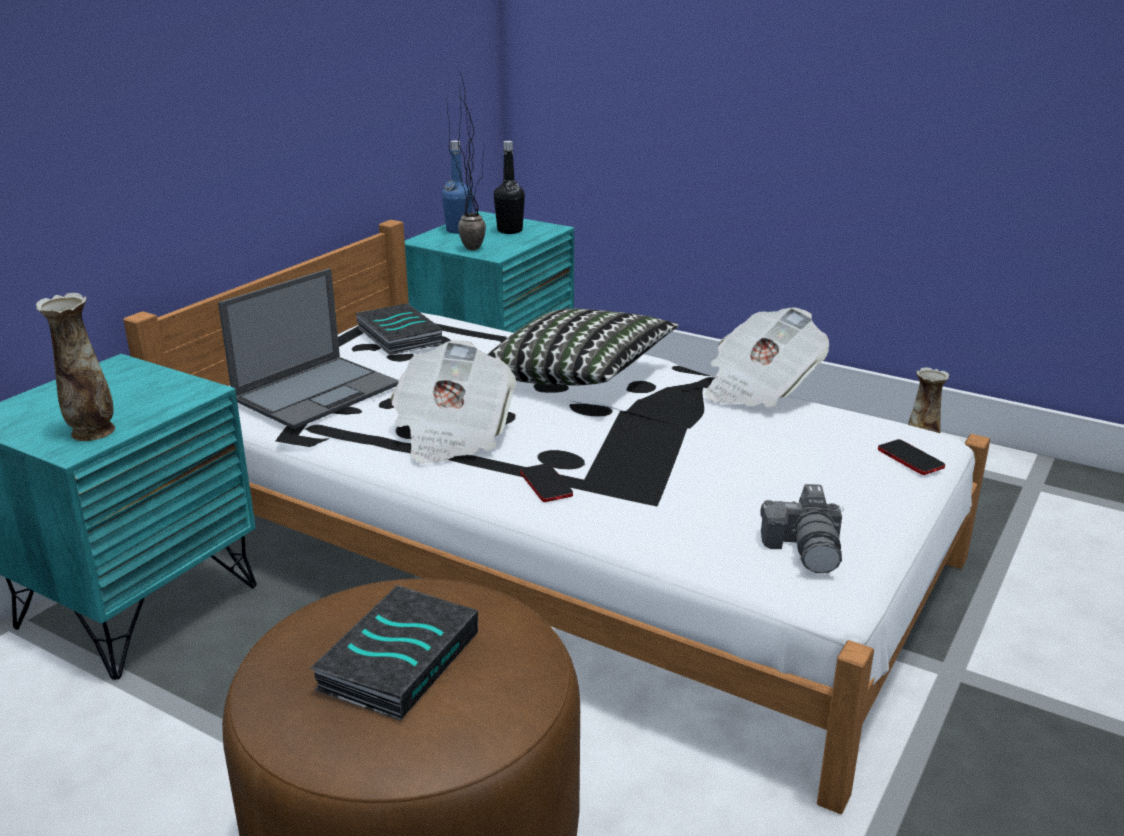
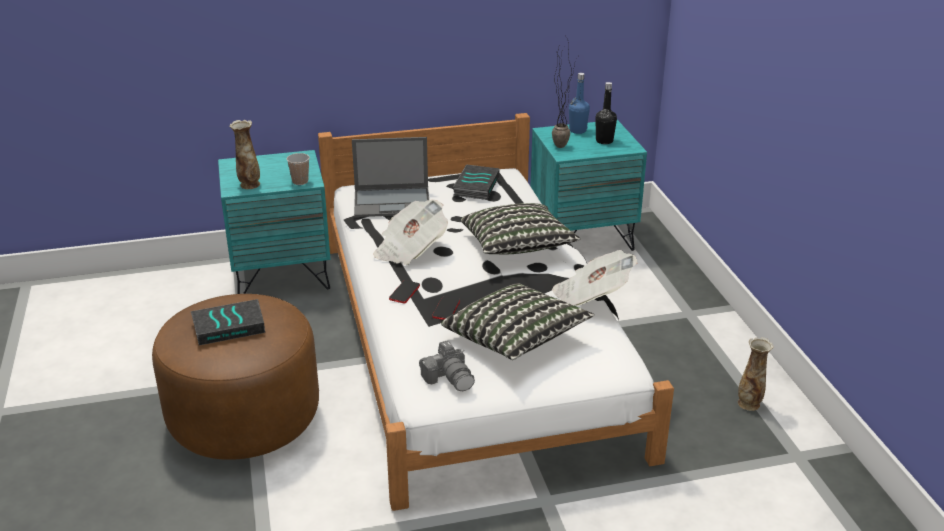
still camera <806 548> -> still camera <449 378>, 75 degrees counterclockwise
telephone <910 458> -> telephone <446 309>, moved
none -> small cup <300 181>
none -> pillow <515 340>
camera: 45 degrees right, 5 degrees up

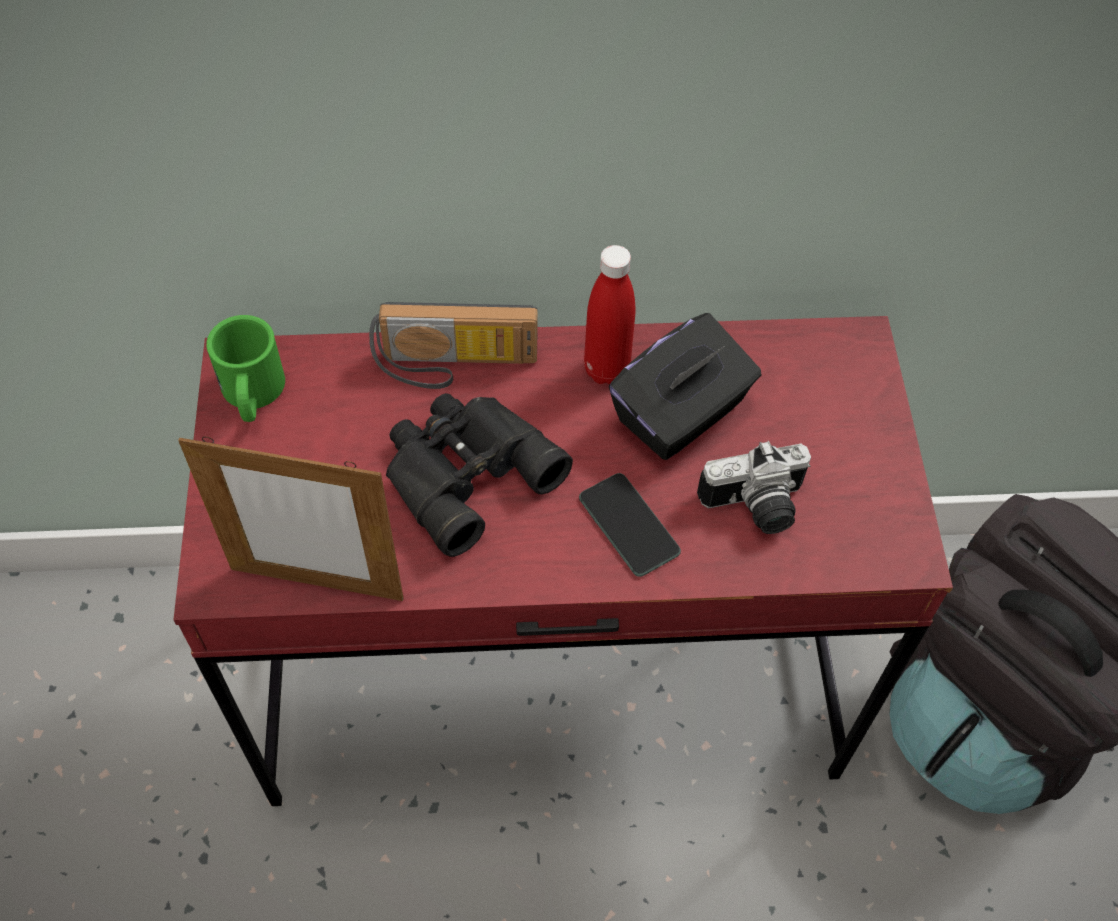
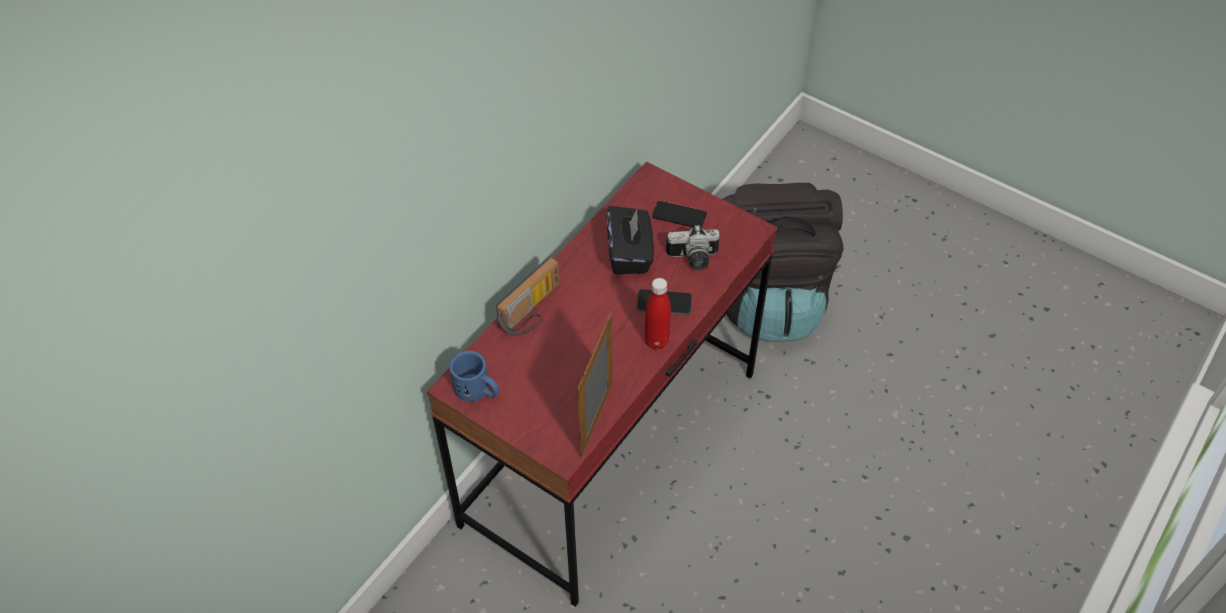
picture frame <317 583> -> picture frame <596 420>, 150 degrees clockwise
green coffee mug <252 395> -> bluish coffee mug <478 390>
blackish pair of binoculars <464 471> -> none
red-coloured bottle <606 370> -> red-coloured bottle <656 341>, moved
still camera <756 508> -> still camera <693 259>, 60 degrees clockwise
none -> telephone <679 215>
camera: 50 degrees left, 5 degrees down

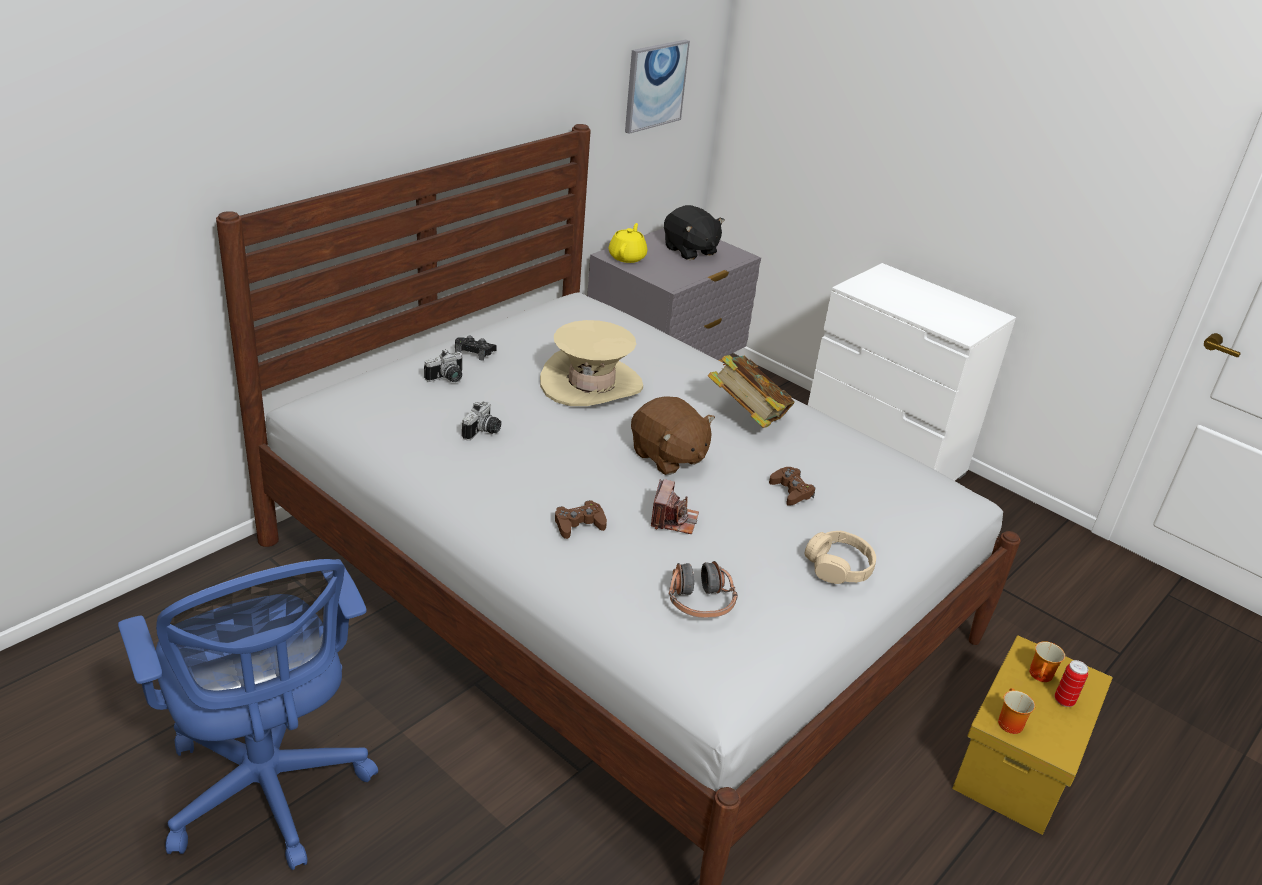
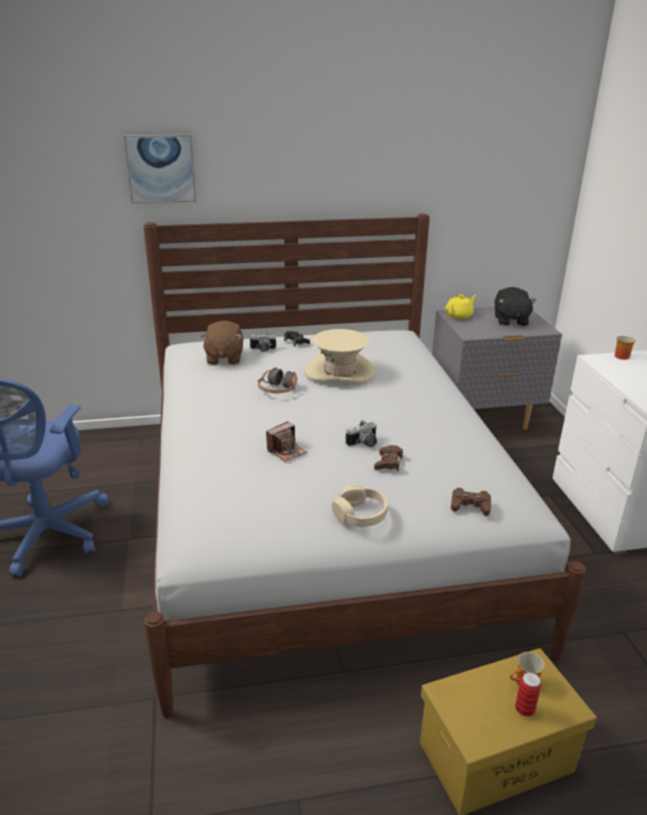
still camera <483 432> -> still camera <364 444>, moved
brownish game controller <579 524> -> brownish game controller <470 506>, moved
wall picture <655 85> -> wall picture <161 169>, moved
brownish soft toy <668 457> -> brownish soft toy <224 358>, moved
pair of headphones <700 602> -> pair of headphones <277 390>, moved
book <747 417> -> none
coffee mug <1007 722> -> coffee mug <621 355>, moved
camera: 40 degrees right, 5 degrees down

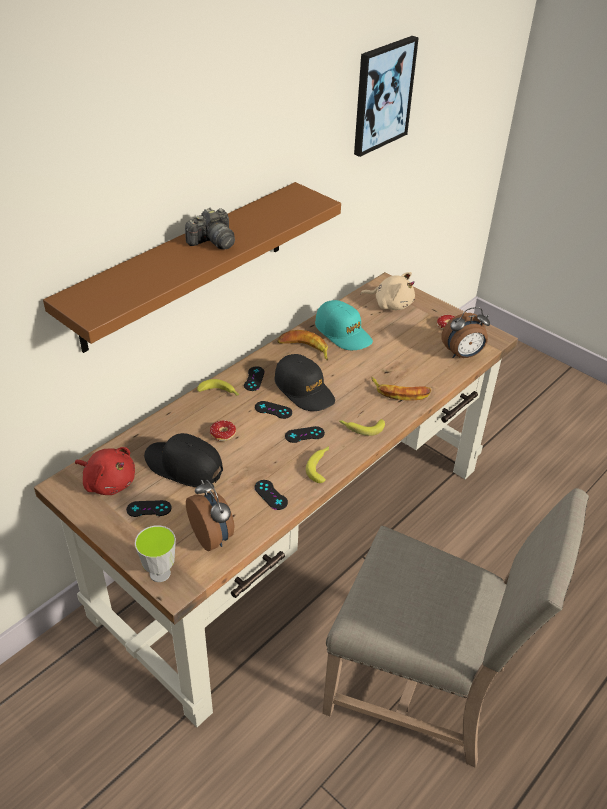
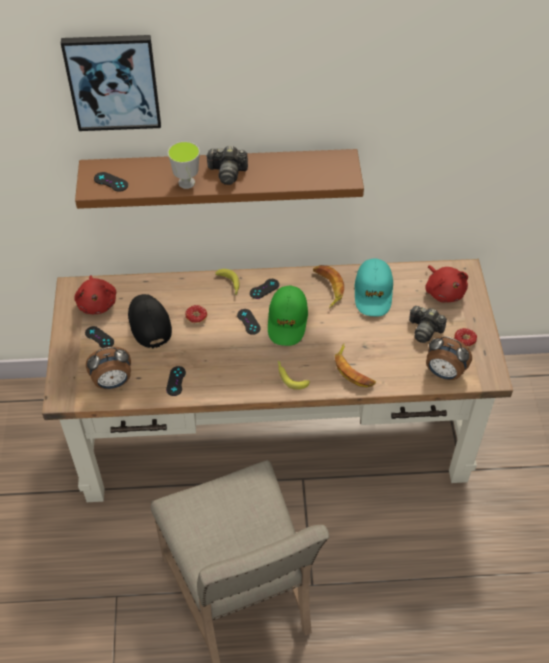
small cup <160 573> -> small cup <186 183>, moved
table clock <213 537> -> table clock <113 383>, 60 degrees clockwise
blackish baseball cap <304 390> -> green baseball cap <287 321>
blackish game controller <304 435> -> blackish game controller <111 182>, moved
banana fruit <320 466> -> none
wall picture <382 95> -> wall picture <113 82>, moved
beige soft toy <390 304> -> red-coloured soft toy <444 291>
none -> still camera <424 330>
camera: 45 degrees right, 10 degrees up

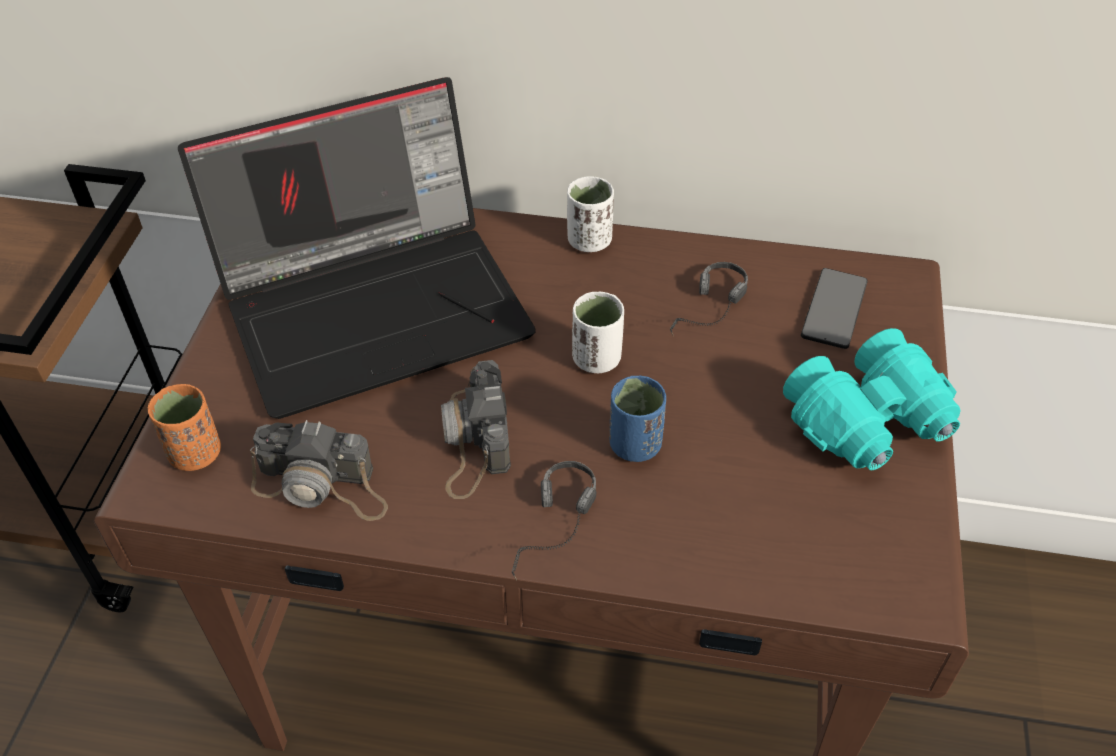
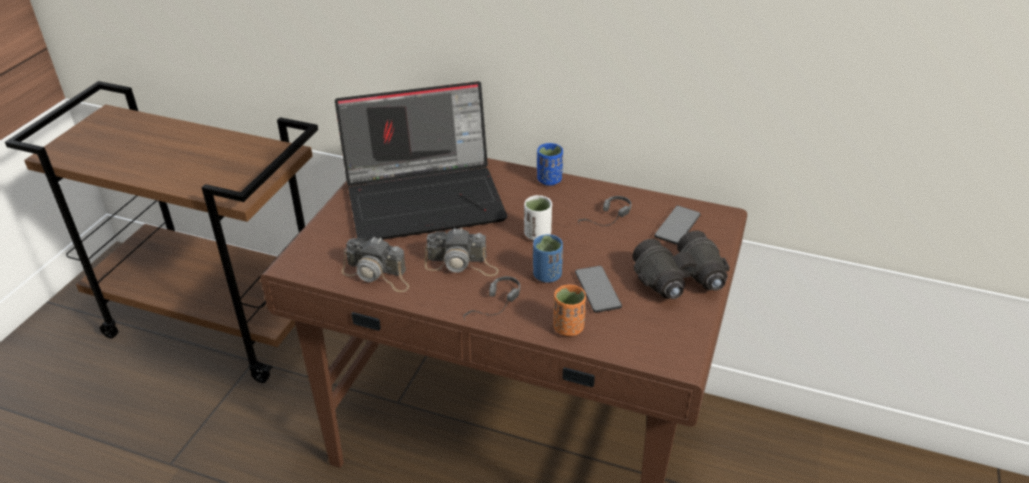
orange small cup <195 453> -> orange small cup <568 327>, moved
still camera <474 441> -> still camera <462 264>, 90 degrees counterclockwise
white-coloured small cup <589 241> -> bluish small cup <549 180>
blue-green pair of binoculars <871 423> -> blackish pair of binoculars <681 280>
none -> telephone <597 290>
camera: 10 degrees right, 10 degrees down

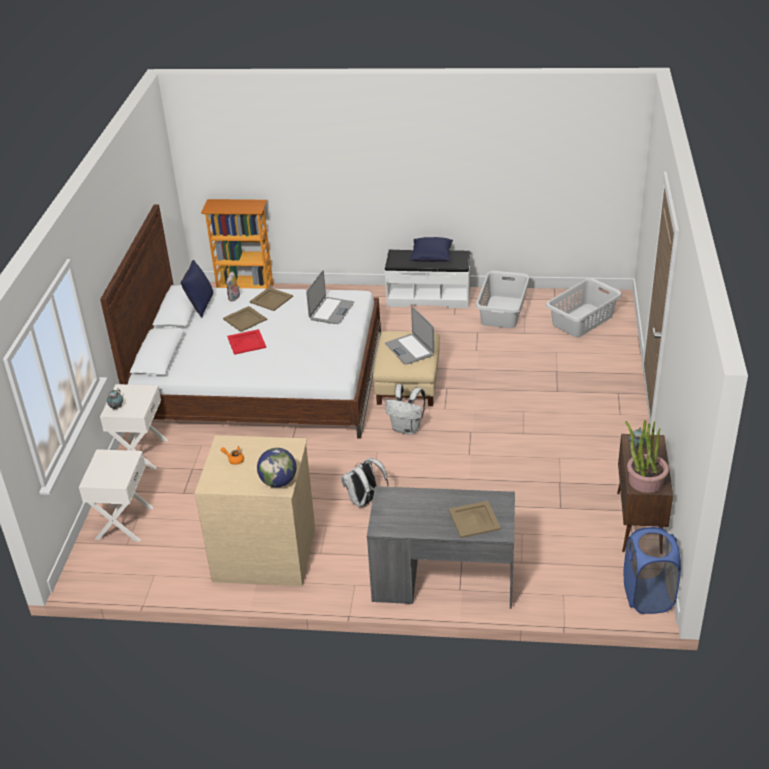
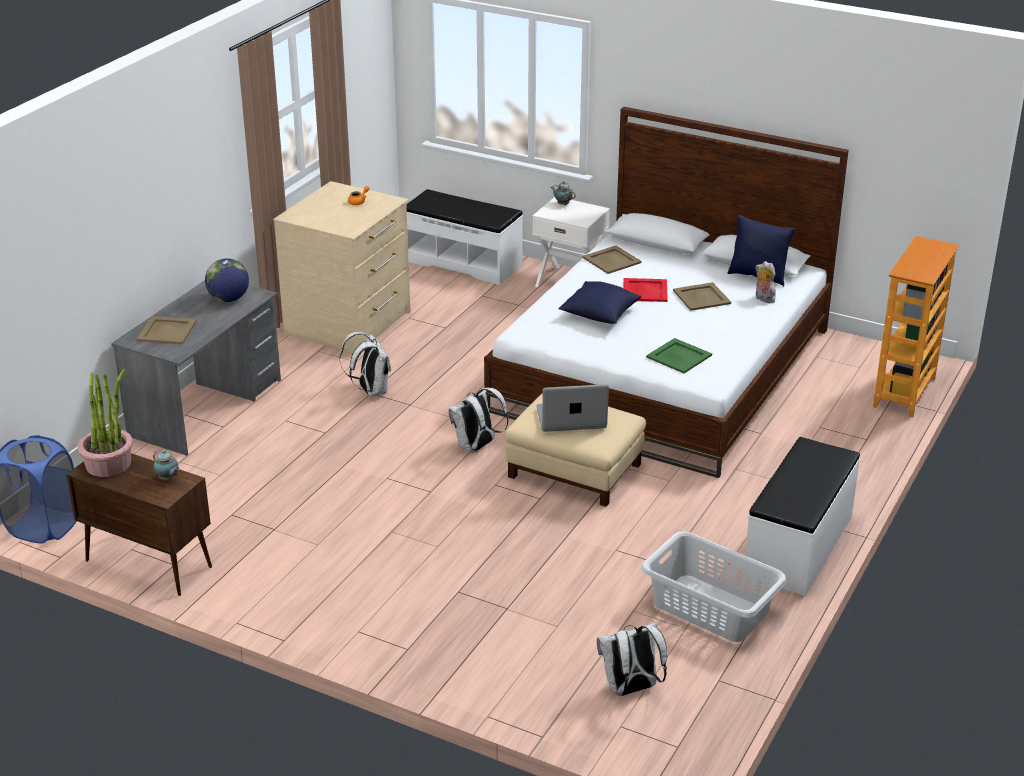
white-coloured nightstand <123 523> -> white-coloured long seat <463 262>
beige carrying tray <271 299> -> beige carrying tray <612 260>, moved
world globe <278 482> -> world globe <229 299>, moved
notebook computer <331 311> -> green carrying tray <679 356>
bluish pillow <432 257> -> bluish pillow <599 314>, moved
grey laundry basket <583 320> -> white-coloured backpack <630 689>
camera: 110 degrees right, 5 degrees down

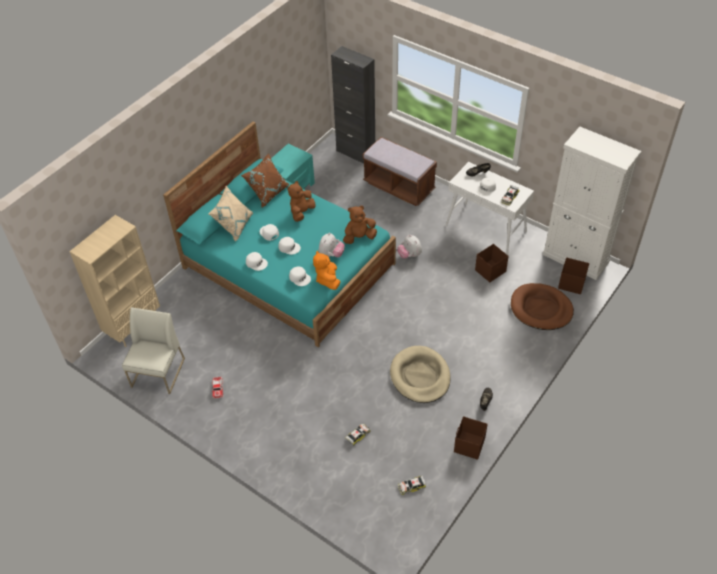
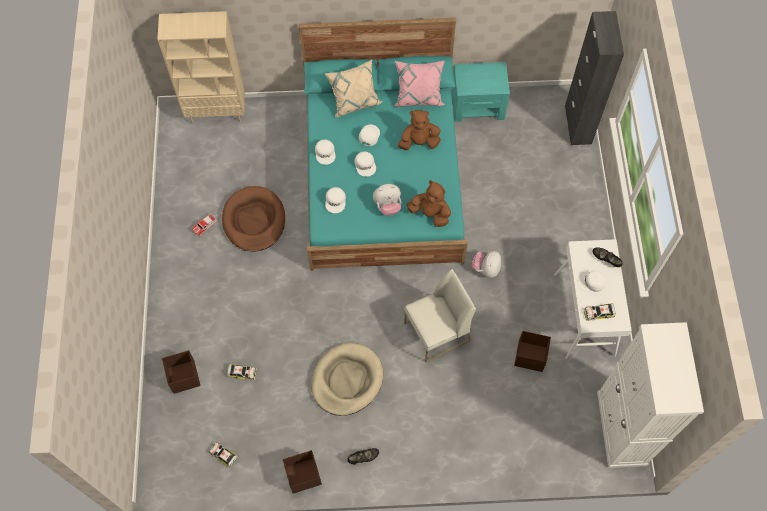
white-coloured upright chair <158 373> -> white-coloured upright chair <436 332>, moved
brownish pillow <268 192> -> pink-coloured pillow <419 96>
orange soft toy <327 279> -> none
brownish long seat <399 187> -> none
brownish dog cushion <541 309> -> brownish dog cushion <254 220>, moved
brownish storage bin <571 283> -> brownish storage bin <184 376>, moved
camera: 50 degrees right, 15 degrees up

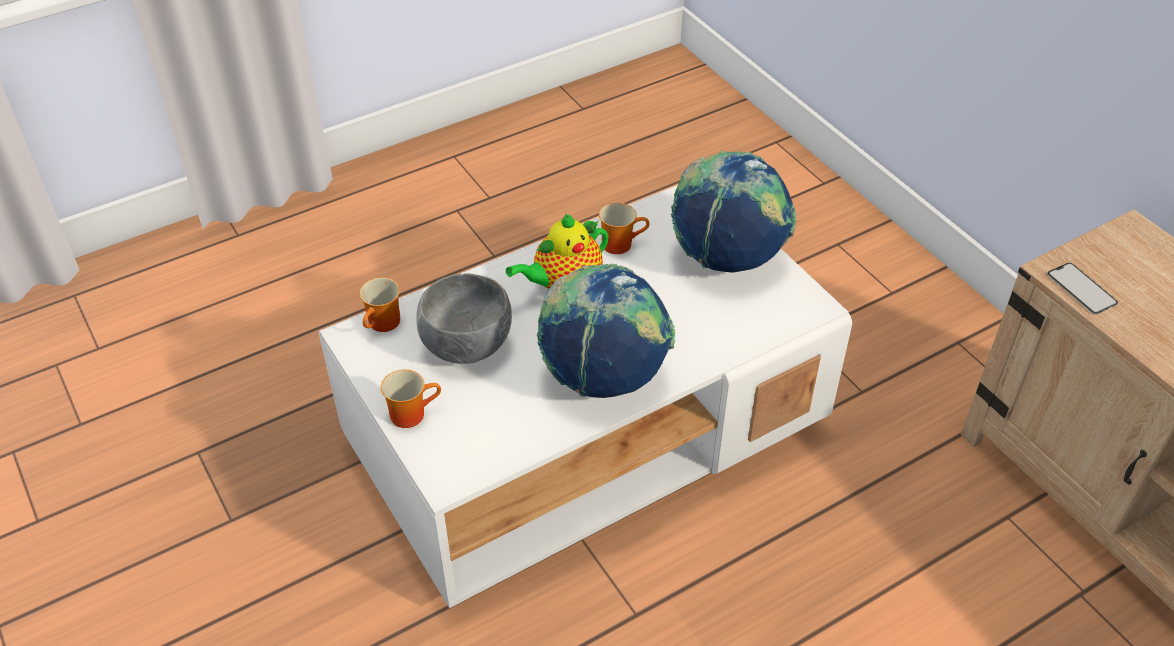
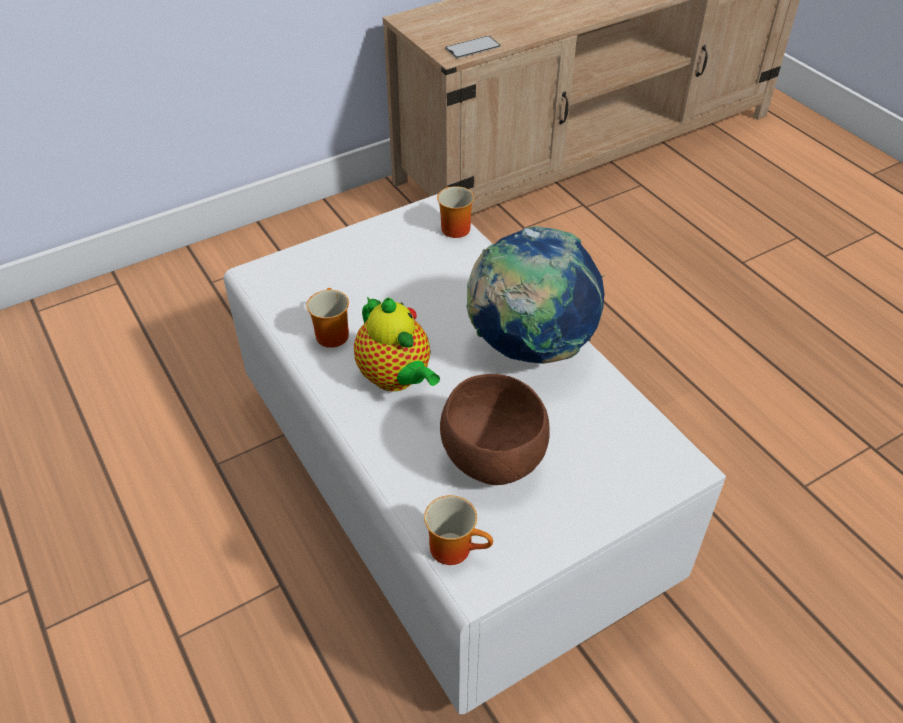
coffee mug <411 412> -> coffee mug <452 227>, moved
grey deep dish <466 347> -> brownish deep dish <492 461>
world globe <727 258> -> none
camera: 90 degrees left, 0 degrees up

